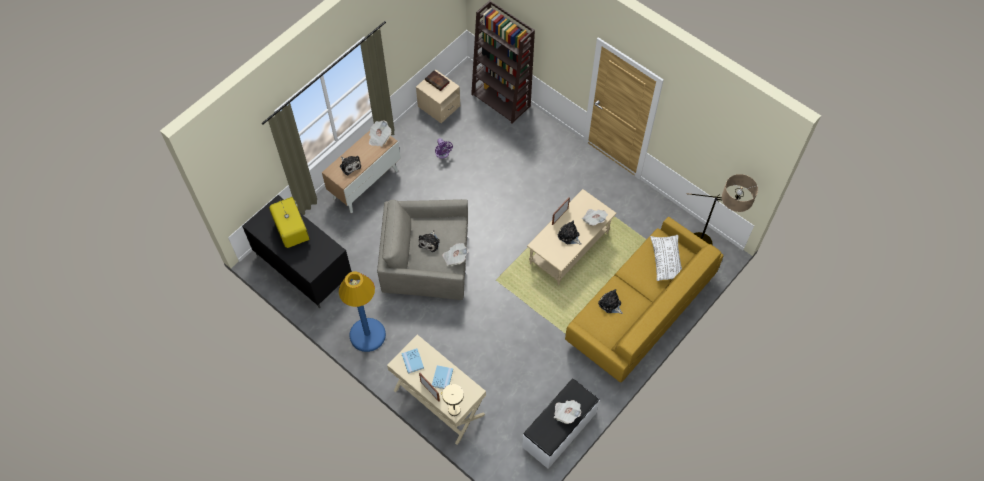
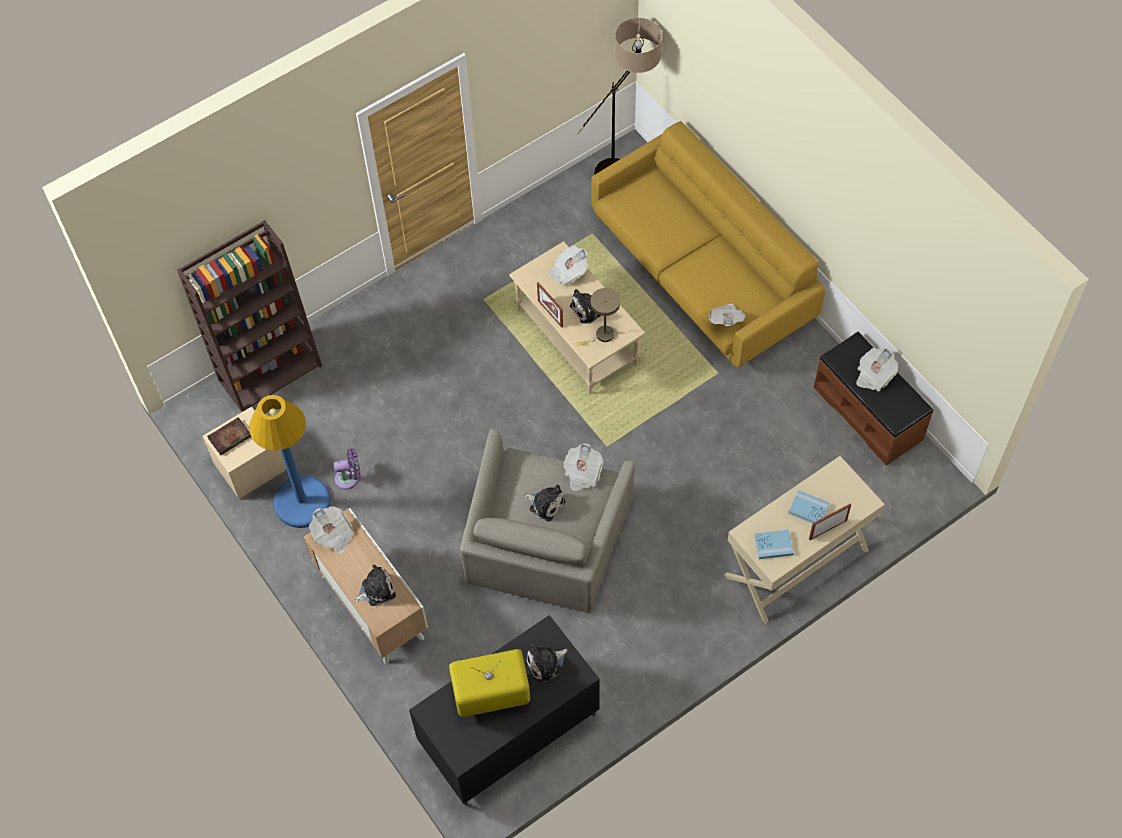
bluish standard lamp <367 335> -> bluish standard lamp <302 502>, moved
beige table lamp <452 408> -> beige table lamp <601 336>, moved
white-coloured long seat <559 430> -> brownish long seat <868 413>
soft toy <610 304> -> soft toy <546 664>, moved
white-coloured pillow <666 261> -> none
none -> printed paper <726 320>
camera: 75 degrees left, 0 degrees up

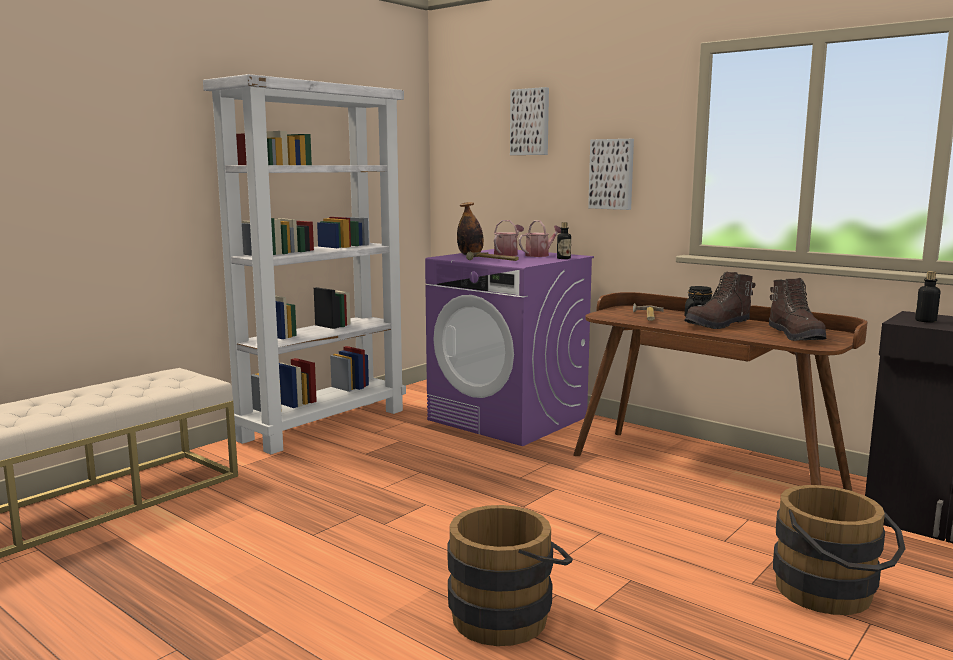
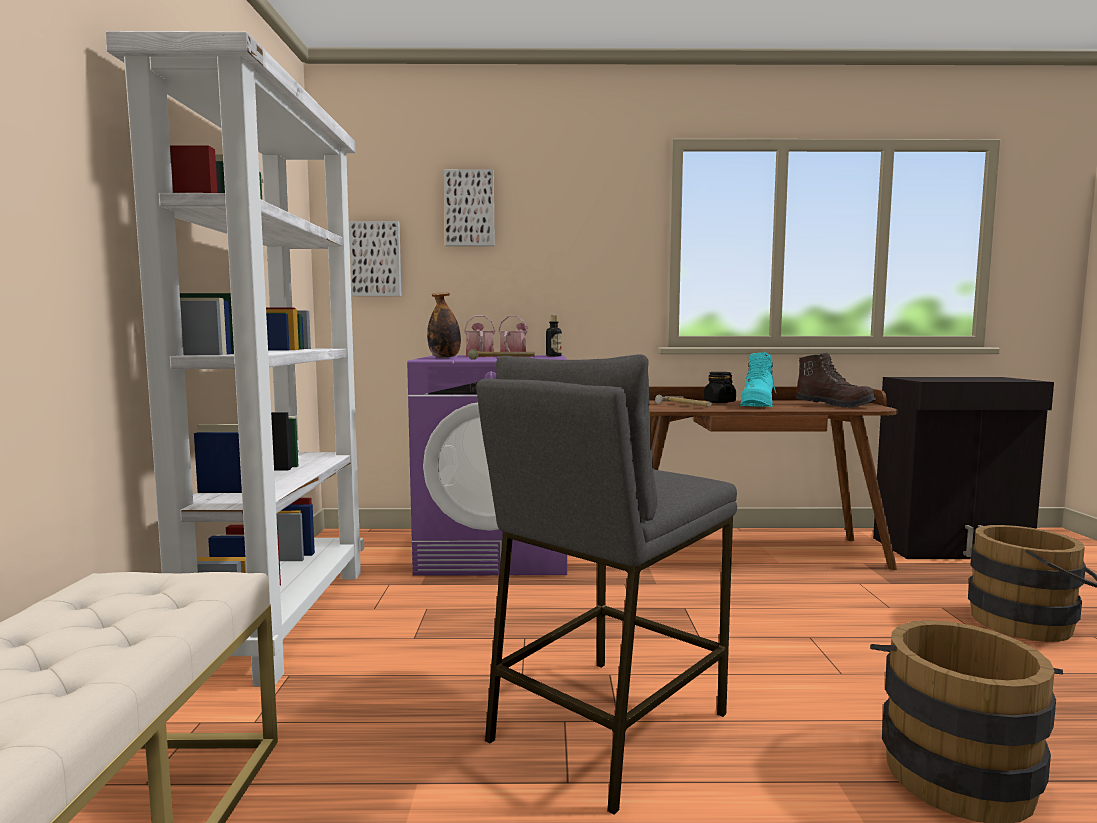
wall picture <612 174> -> wall picture <376 259>, moved
brownish boot <718 325> -> blue-green boot <757 405>
bottle <925 321> -> none
none -> grey sitting stool <606 725>
camera: 40 degrees left, 5 degrees down

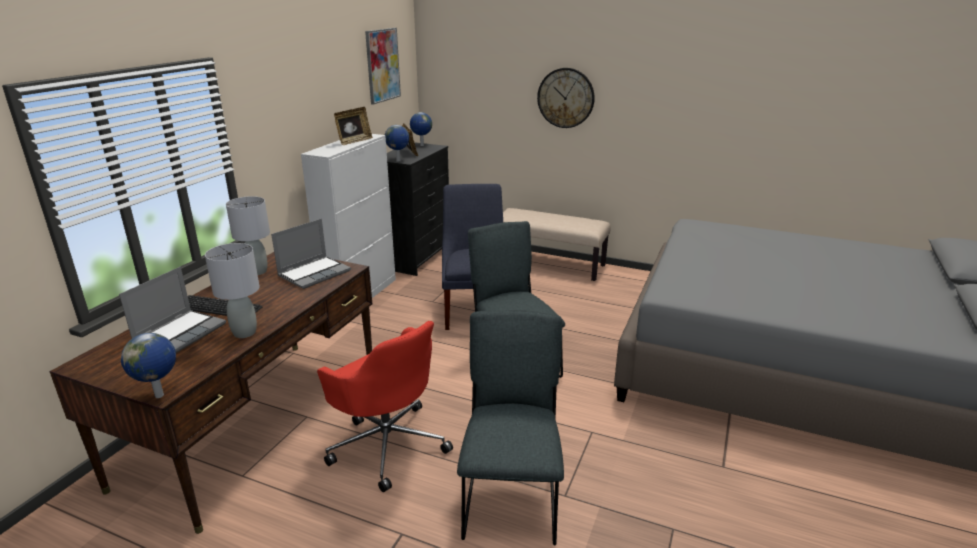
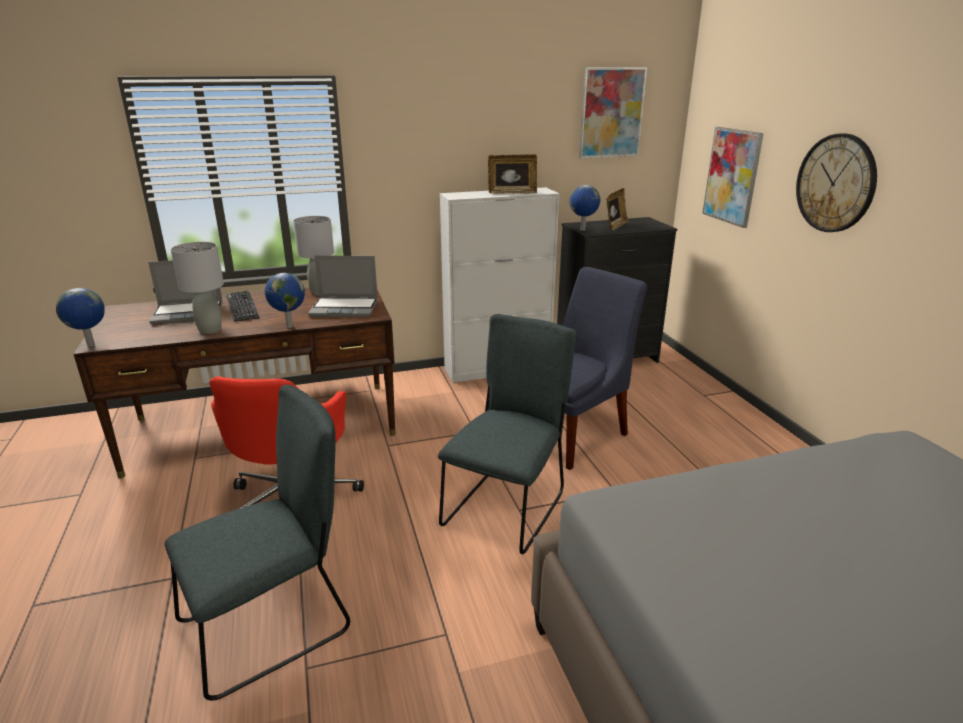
world globe <421 145> -> world globe <288 327>, moved
beige long seat <549 264> -> none
none -> wall picture <732 176>
camera: 50 degrees right, 0 degrees up

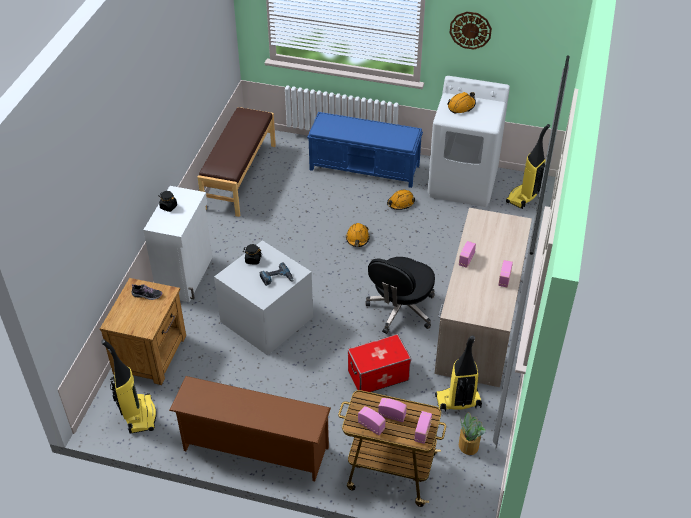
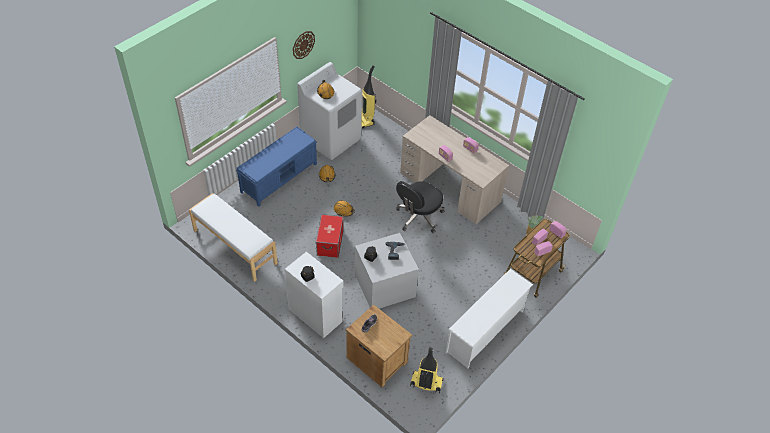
brownish shoe stand <254 450> -> white-coloured shoe stand <485 332>
brownish long seat <239 176> -> white-coloured long seat <234 247>
storage bin <378 375> -> storage bin <330 243>, moved
blackish office chair <400 310> -> blackish office chair <418 217>, 75 degrees clockwise
hoover <457 402> -> none
camera: 65 degrees left, 5 degrees up

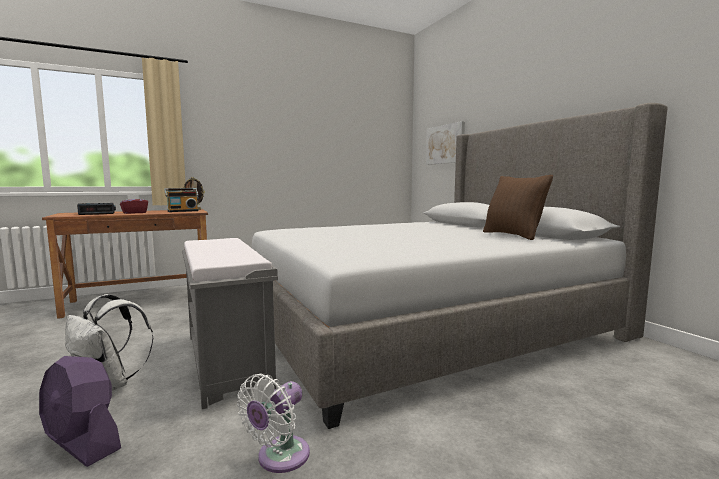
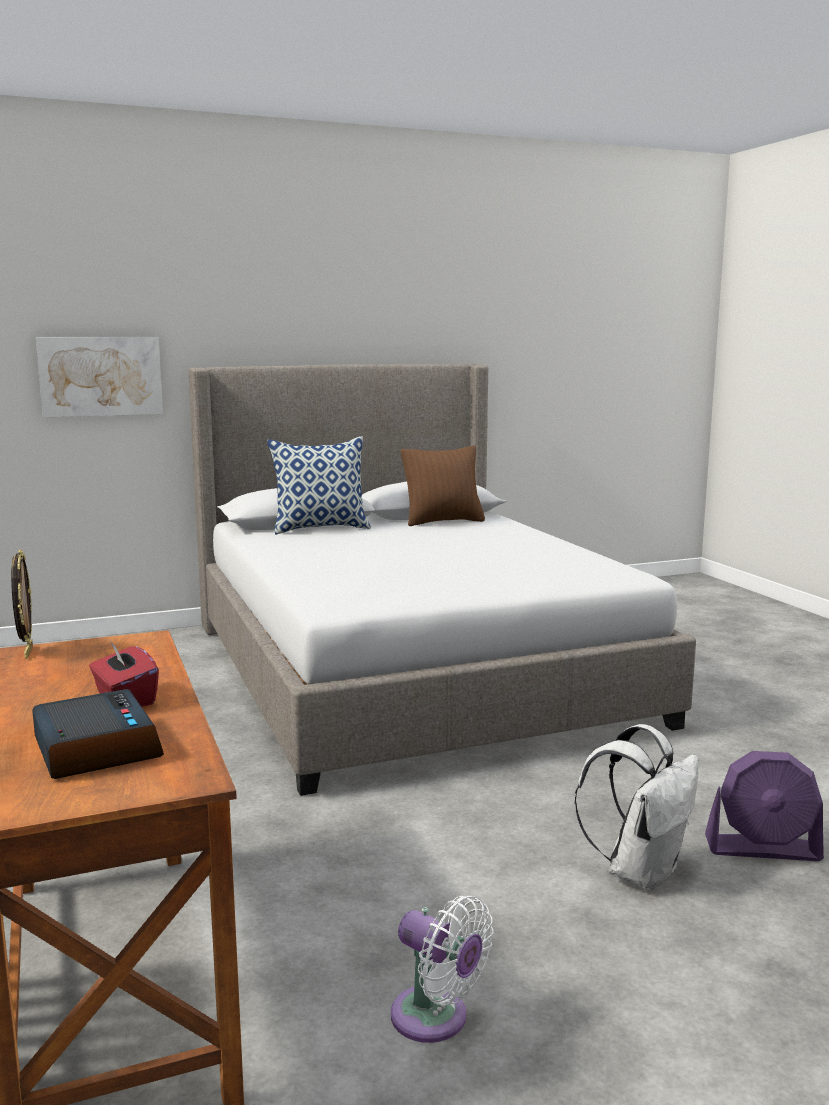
purple electric fan <82 442> -> purple electric fan <763 849>, 60 degrees clockwise
radio set <183 211> -> none
grey long seat <228 361> -> none
white-coloured electric fan <279 458> -> white-coloured electric fan <436 1019>, moved
none -> pillow <320 528>
camera: 85 degrees left, 5 degrees up

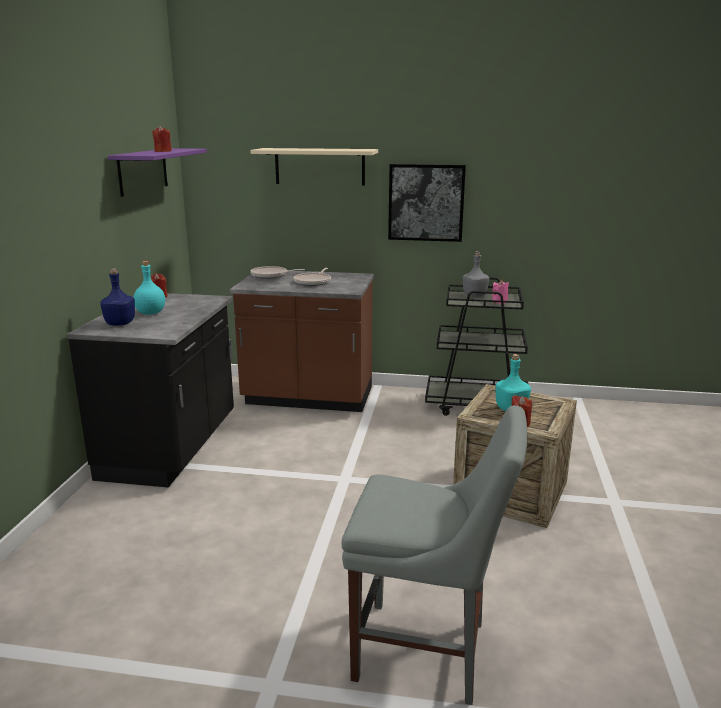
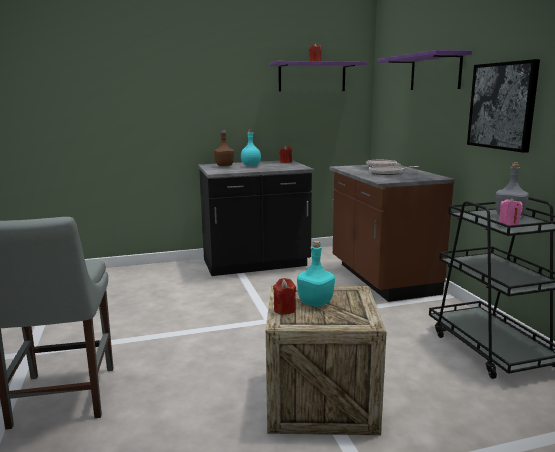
bluish bottle <121 323> -> brownish bottle <224 165>
beige bracket shelf <319 166> -> purple bracket shelf <435 72>
camera: 65 degrees right, 5 degrees down

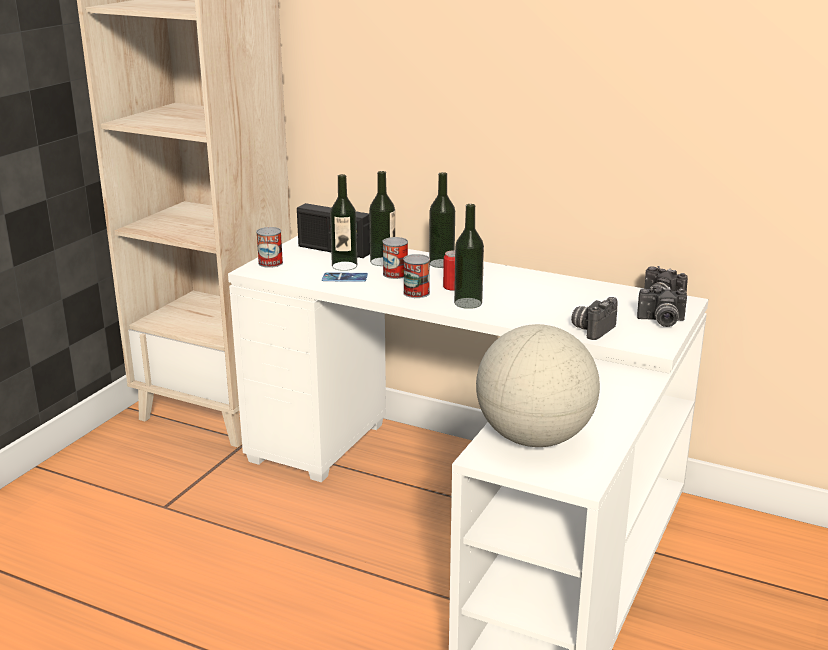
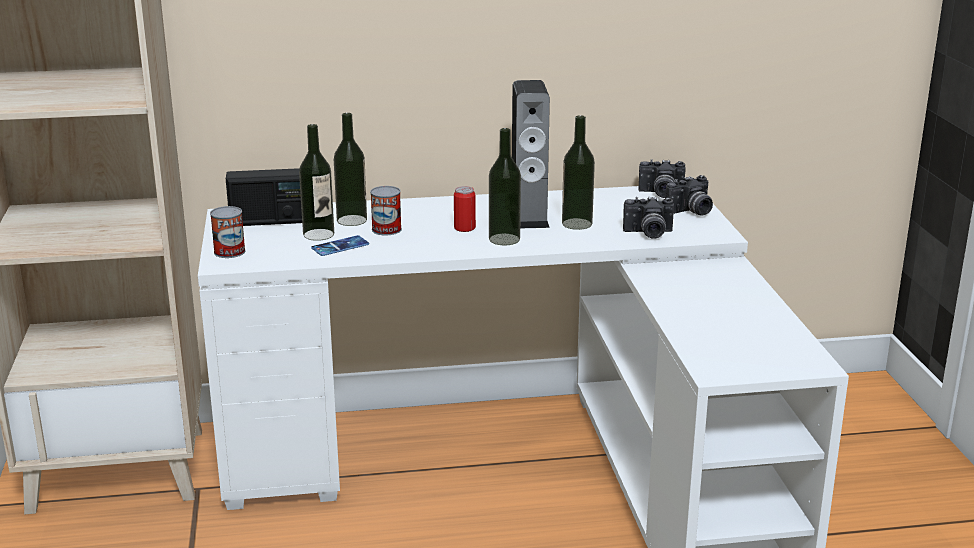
metal can <416 293> -> none
bottle <441 263> -> bottle <577 224>, moved
world globe <534 438> -> none
still camera <592 329> -> still camera <648 234>, 90 degrees counterclockwise
none -> loudspeaker <528 218>
camera: 35 degrees left, 0 degrees up

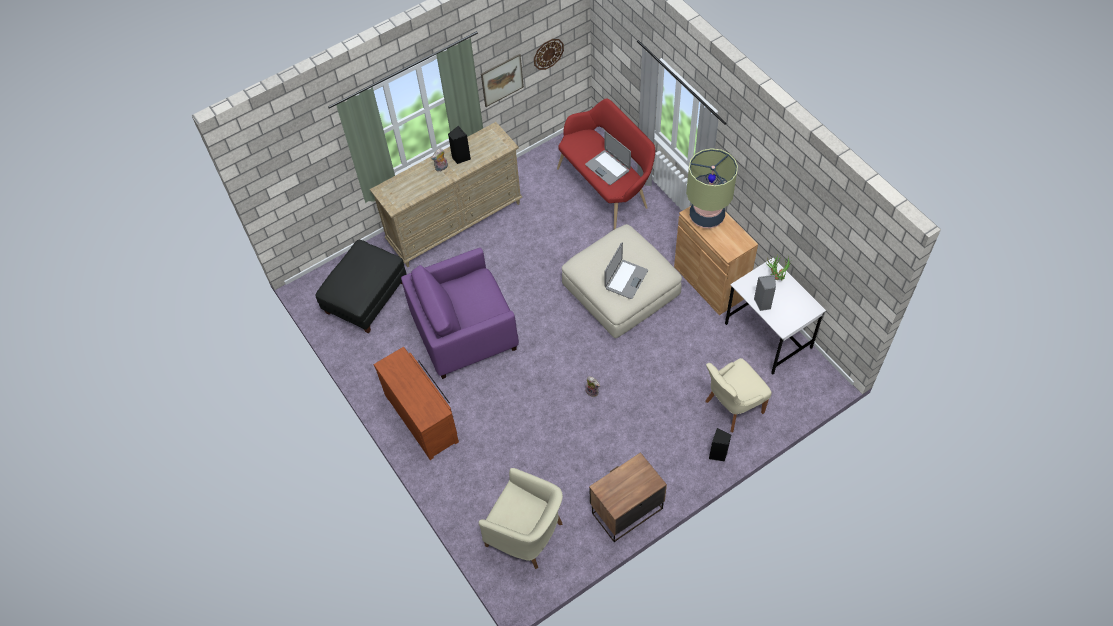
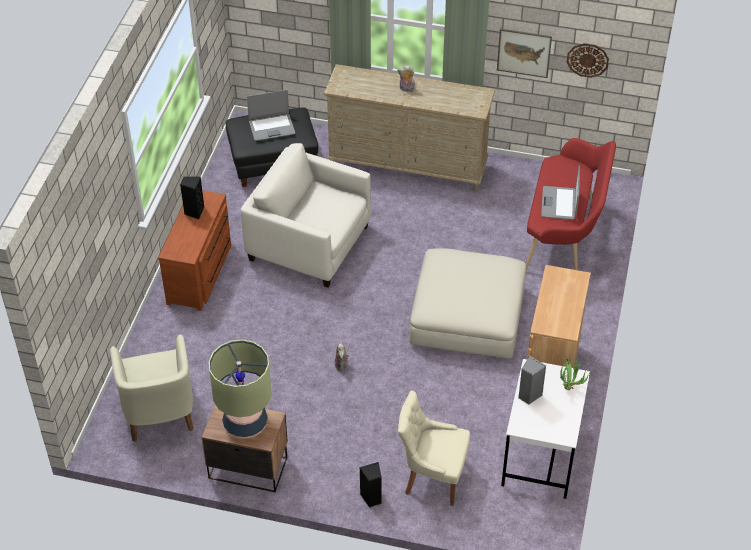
purple easy chair <465 331> -> beige easy chair <309 243>
blackish loudspeaker <460 157> -> blackish loudspeaker <194 212>, moved
notebook computer <626 279> -> notebook computer <271 127>, moved
table lamp <707 216> -> table lamp <245 423>, moved
camera: 45 degrees right, 10 degrees down

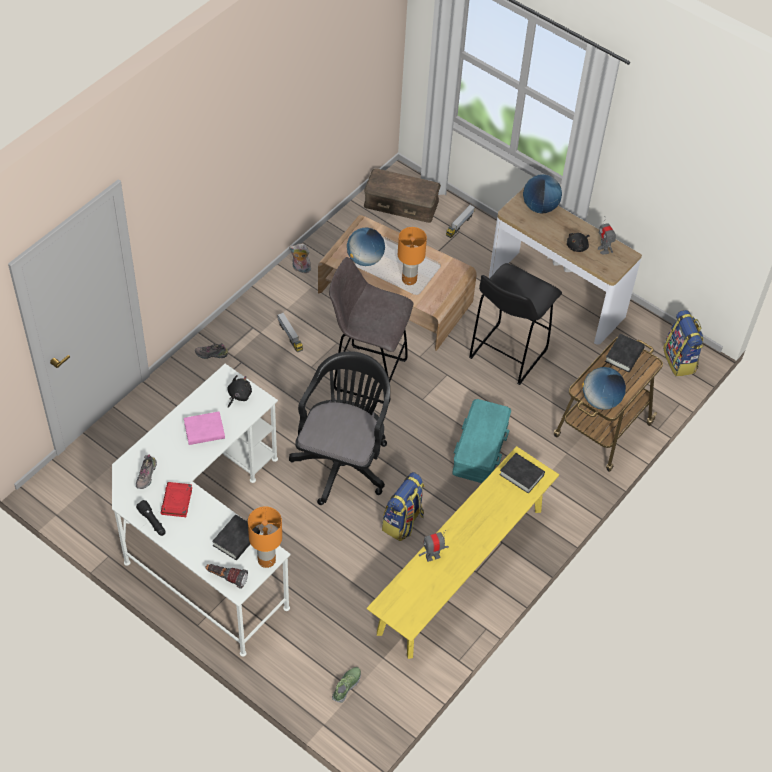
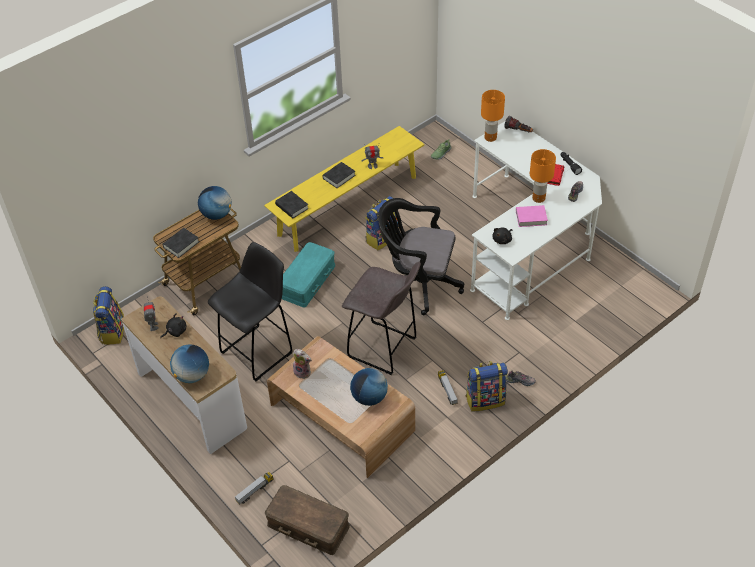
blackish book <236 539> -> blackish book <339 177>, moved
soft toy <300 269> -> soft toy <303 372>, moved
blackish office chair <343 460> -> blackish office chair <418 283>, 75 degrees clockwise
orange table lamp <409 280> -> orange table lamp <538 198>, moved
none -> backpack <485 399>
camera: 165 degrees left, 5 degrees down

